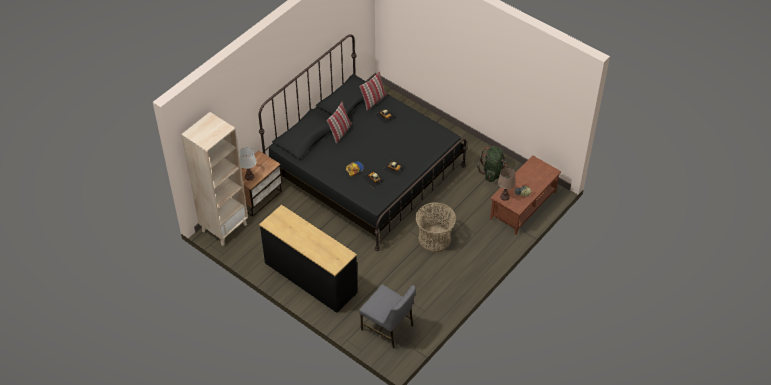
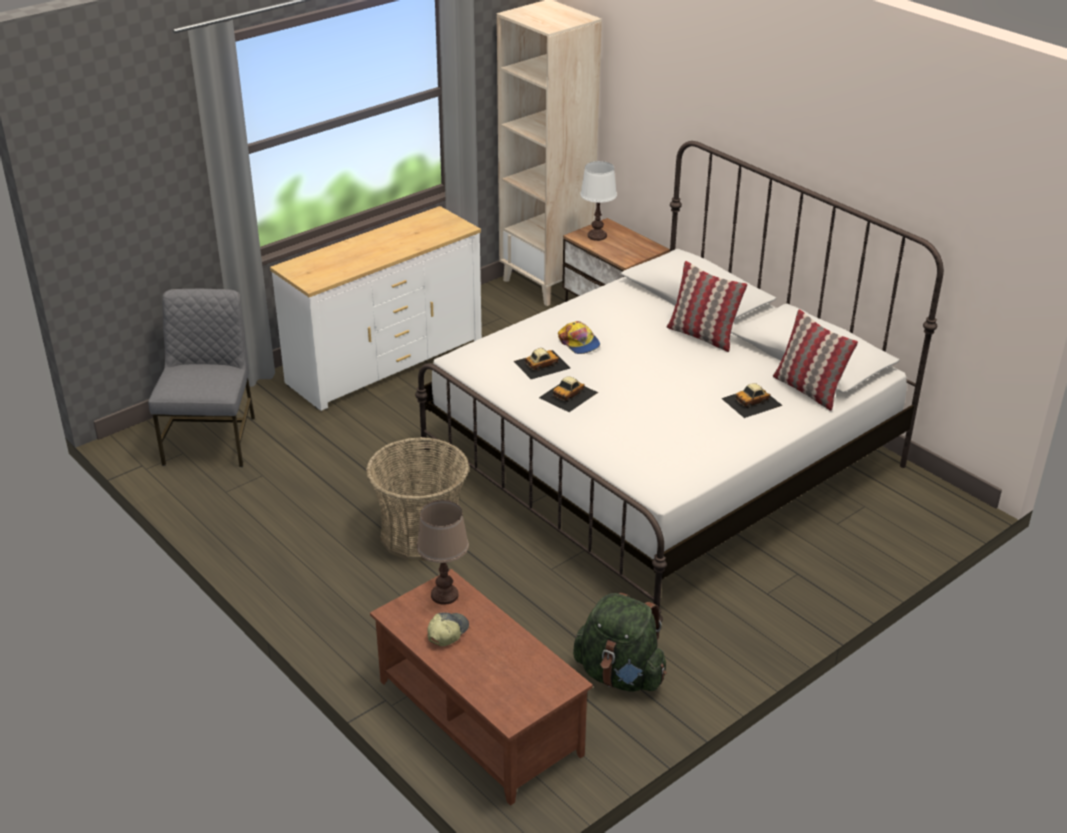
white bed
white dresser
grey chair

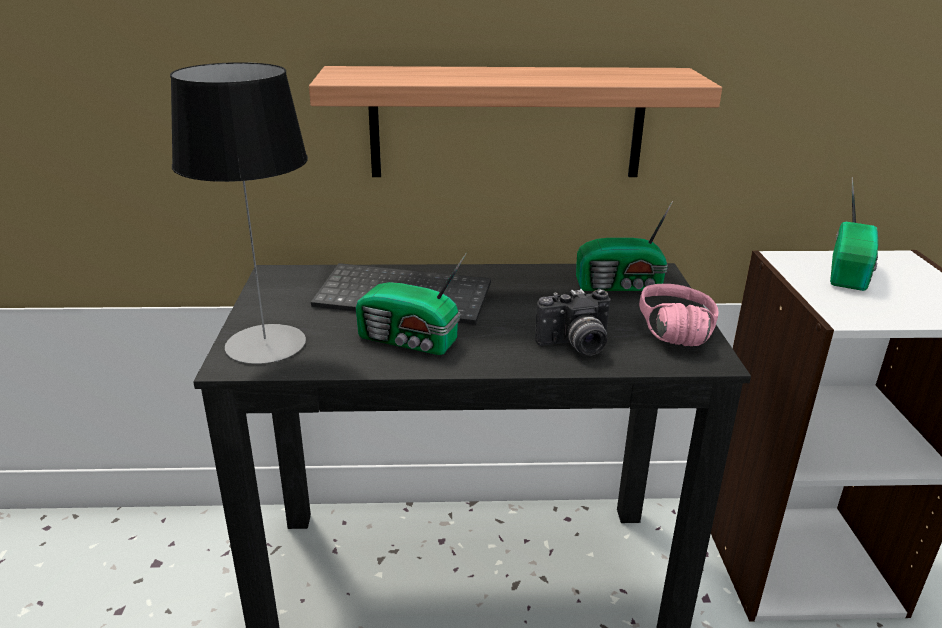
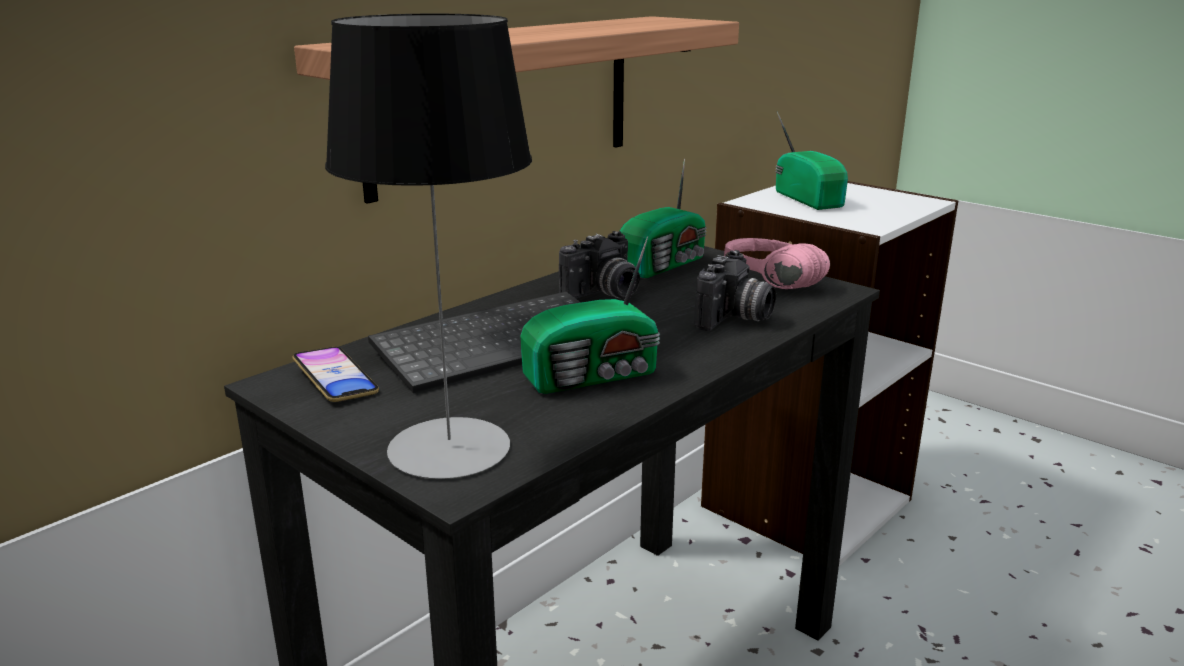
phone
photo camera (1st from left)

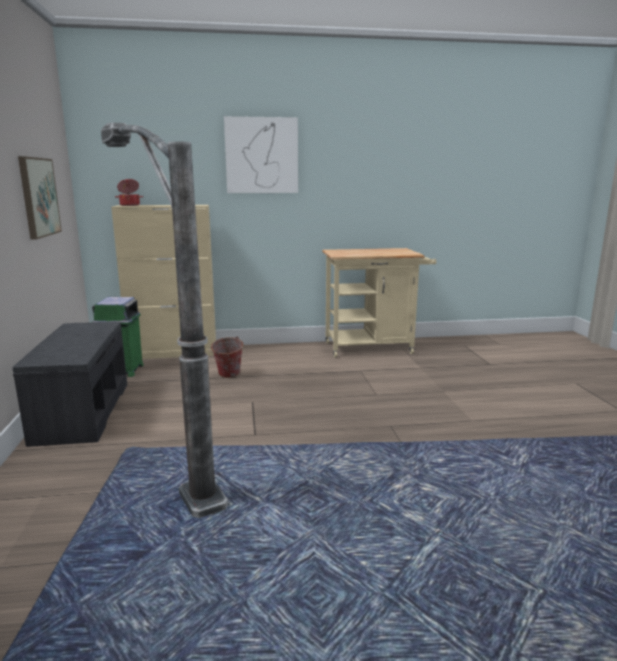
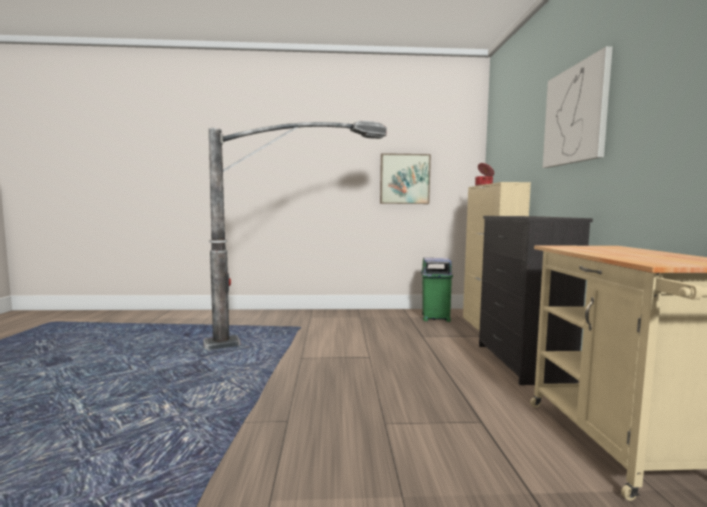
grey bench
bucket
black dresser

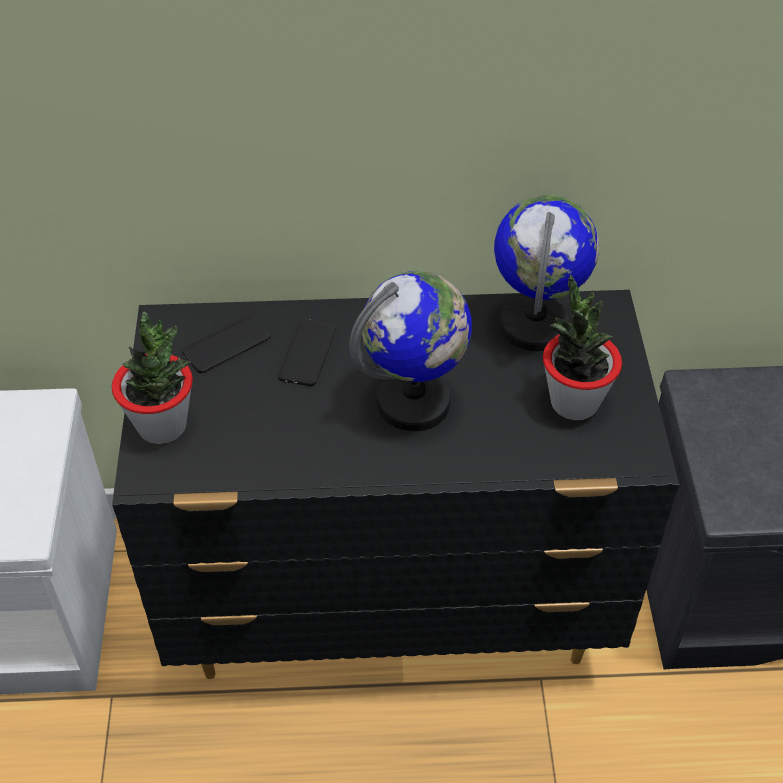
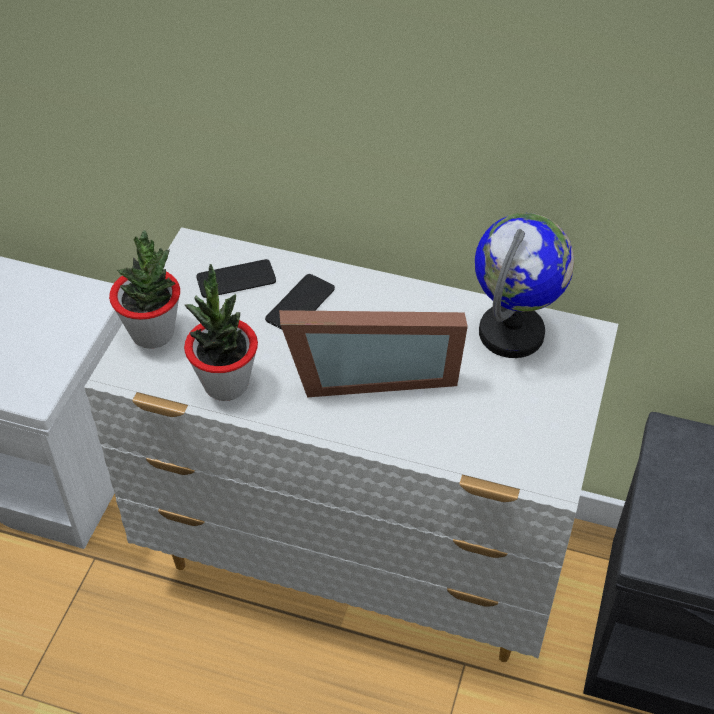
potted plant (2nd from left)
picture frame
white dresser

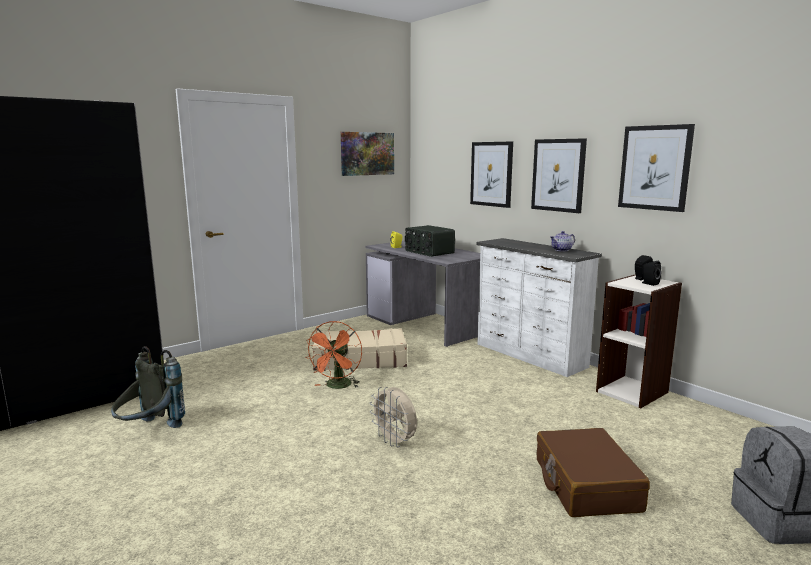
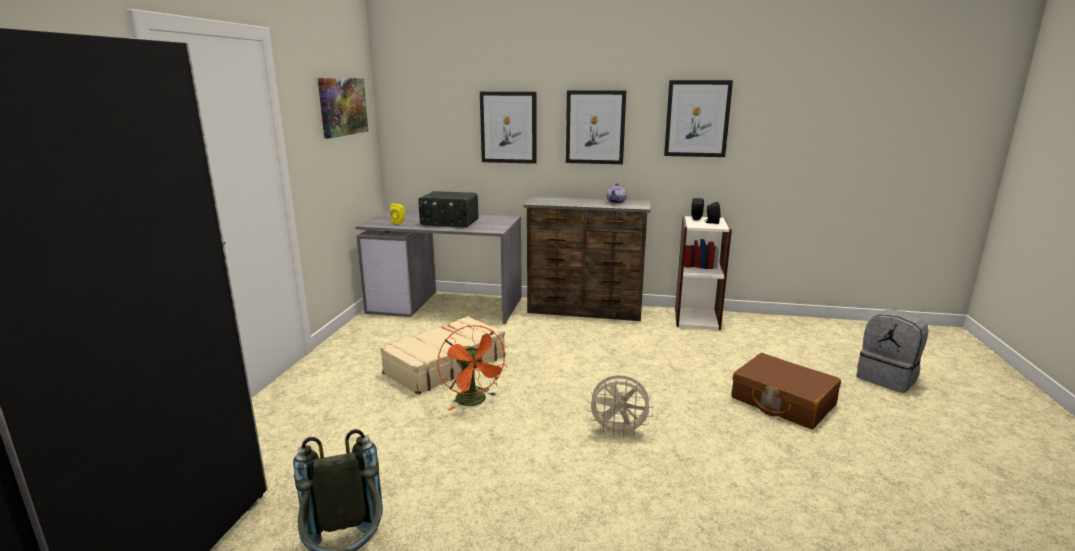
brown dresser

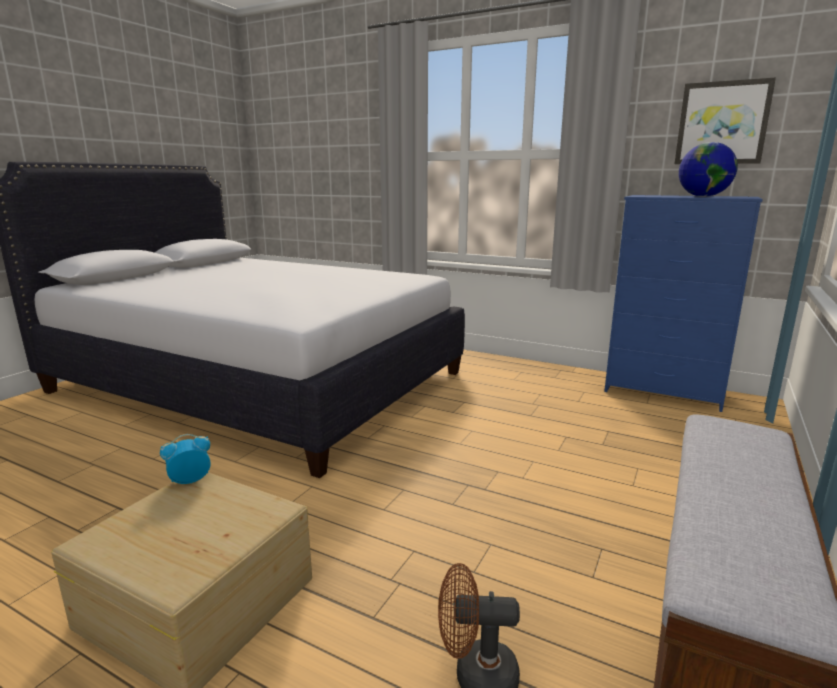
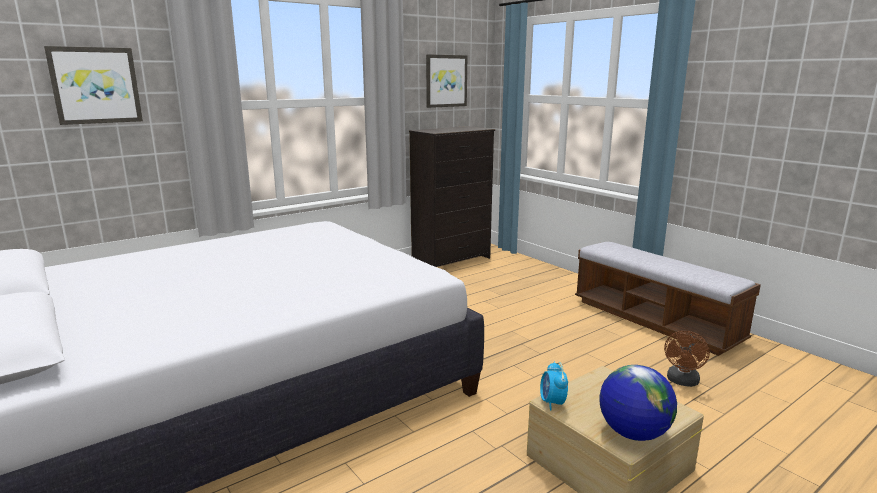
picture (1st from left)
globe
black dresser

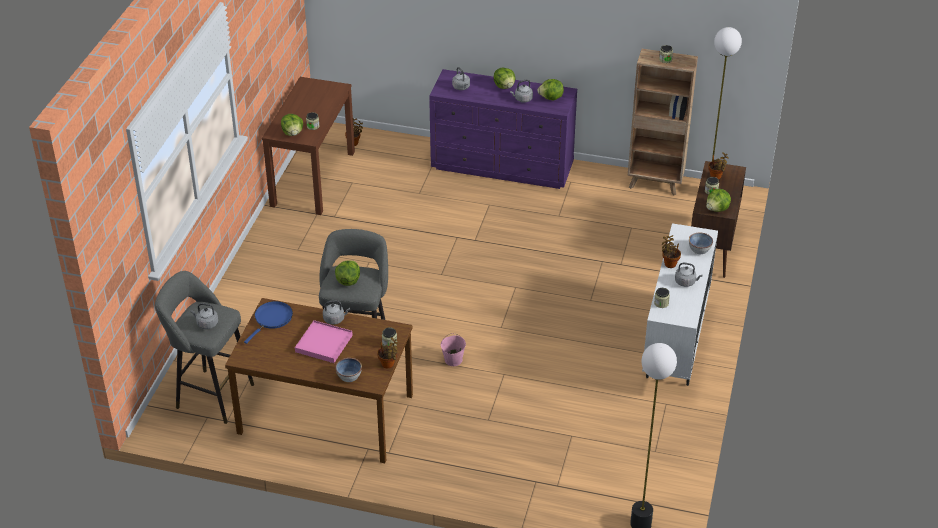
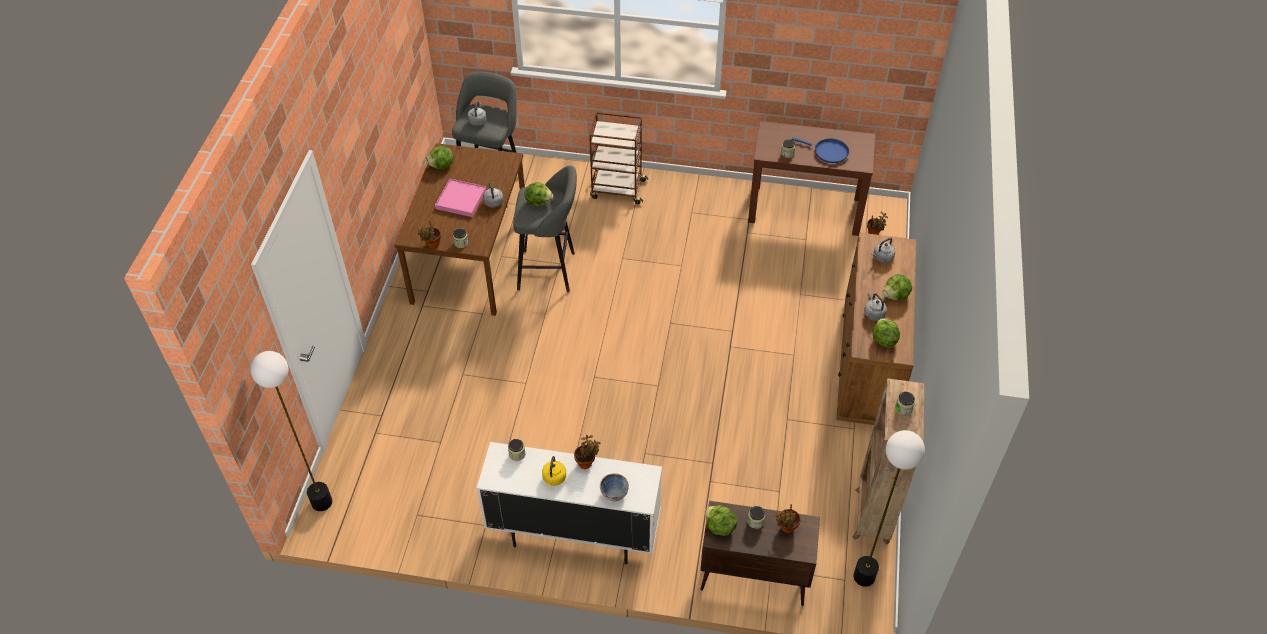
bowl (1st from left in the first image)
pink bucket
brown cart
blue frying pan
lettuce (1st from left)
brown dresser
yellow kettle

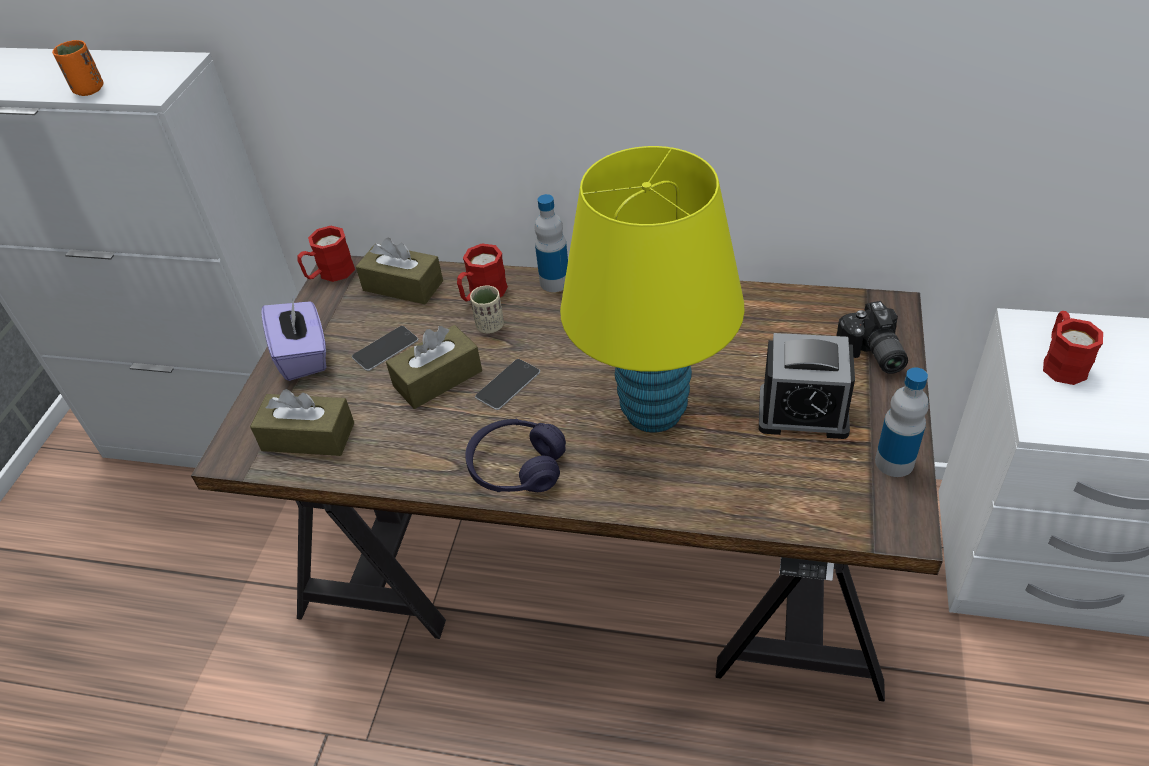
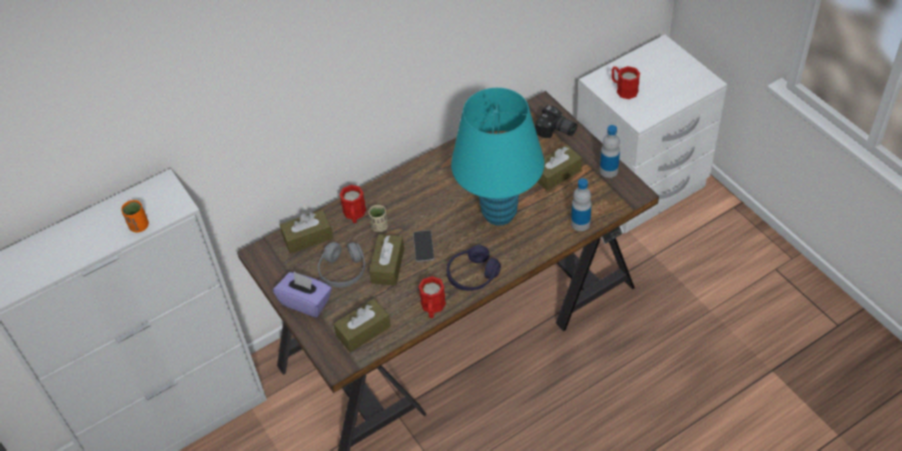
red mug (2nd from left)
bottle (1st from left)
grey headphones
brown tissue box (4th from left)
turquoise table lamp

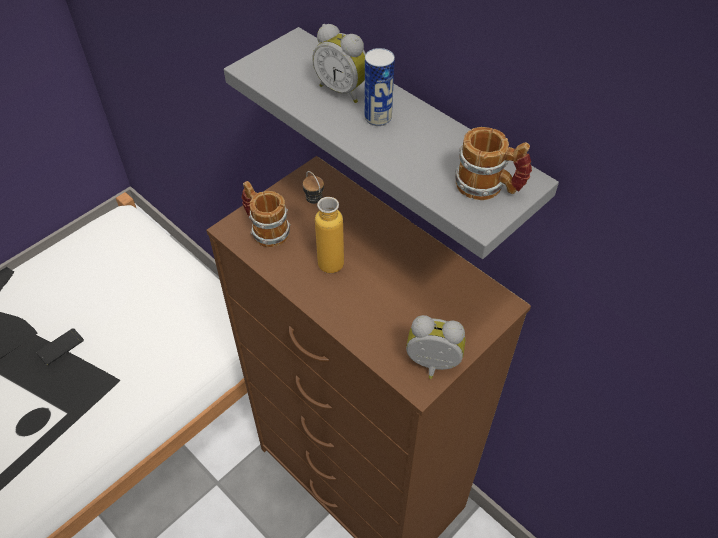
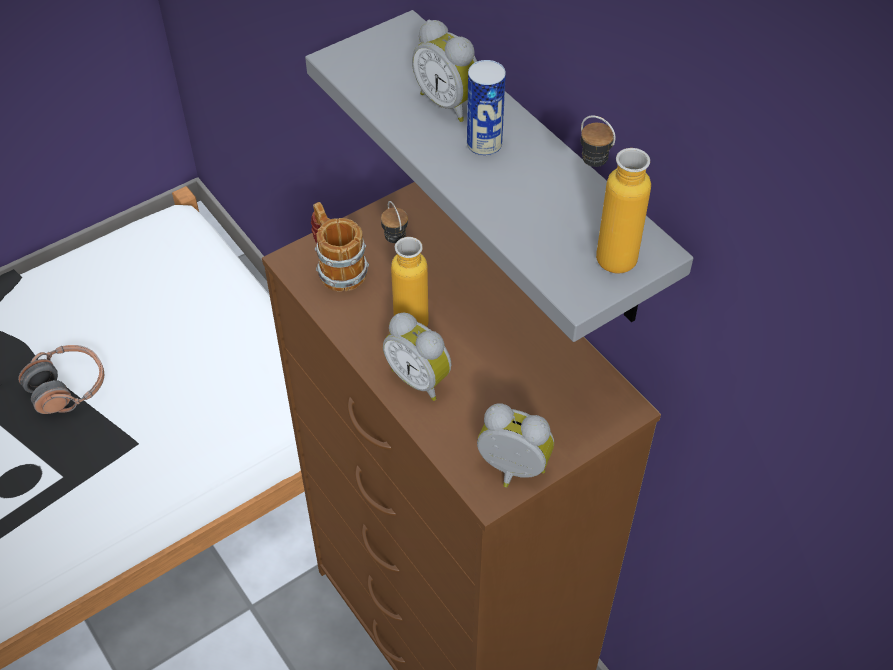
alarm clock (1st from left)
headphones
bottle (2nd from left)

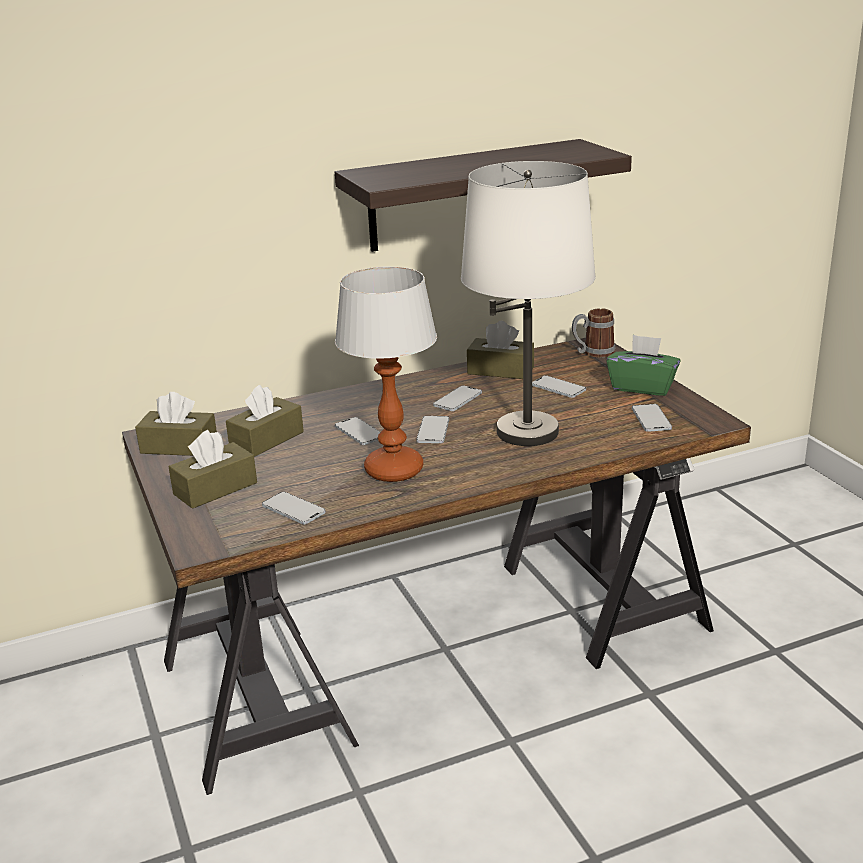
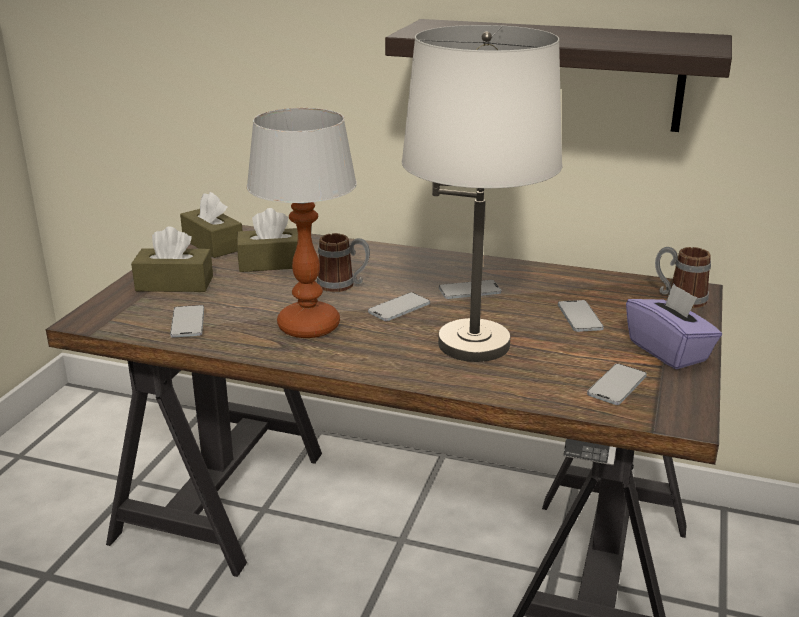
brown tissue box (4th from left in the first image)
mug (1st from left)
purple tissue box

